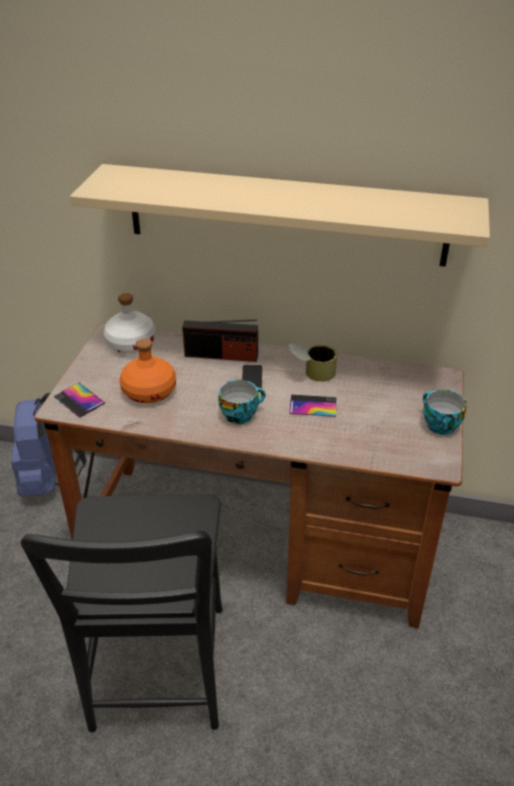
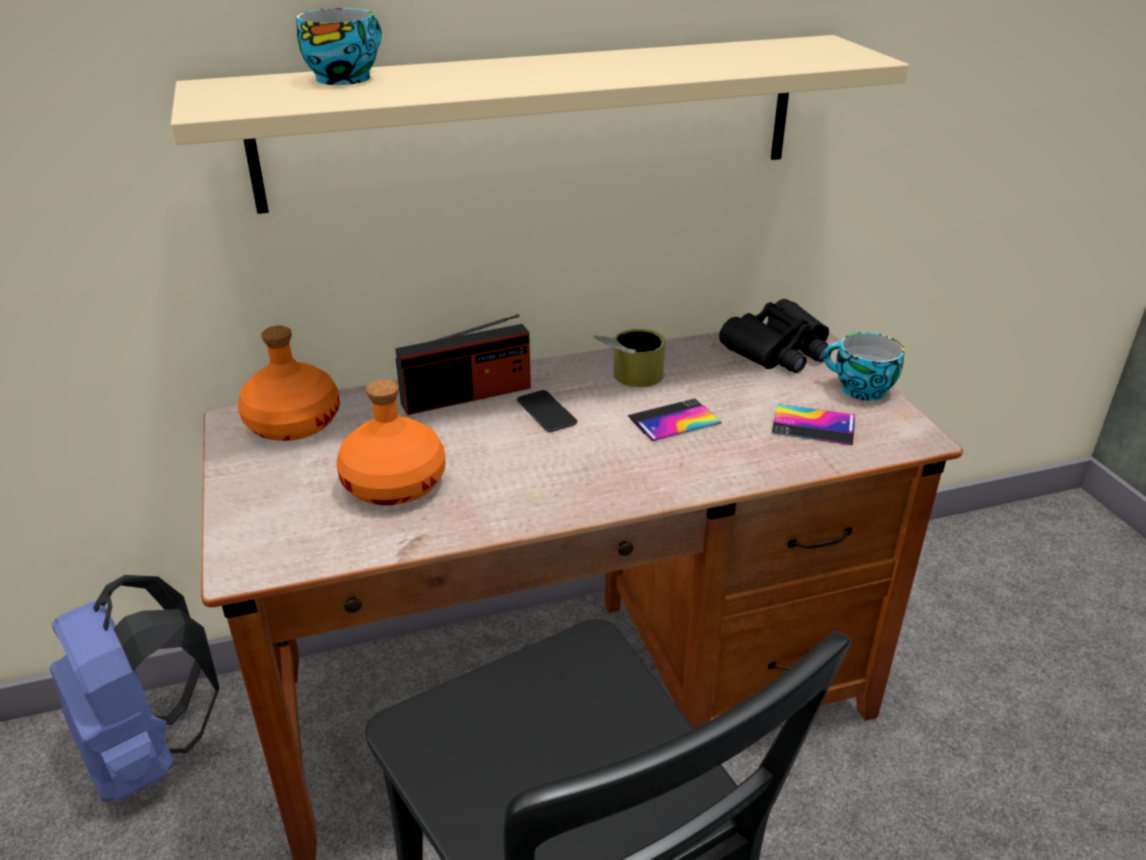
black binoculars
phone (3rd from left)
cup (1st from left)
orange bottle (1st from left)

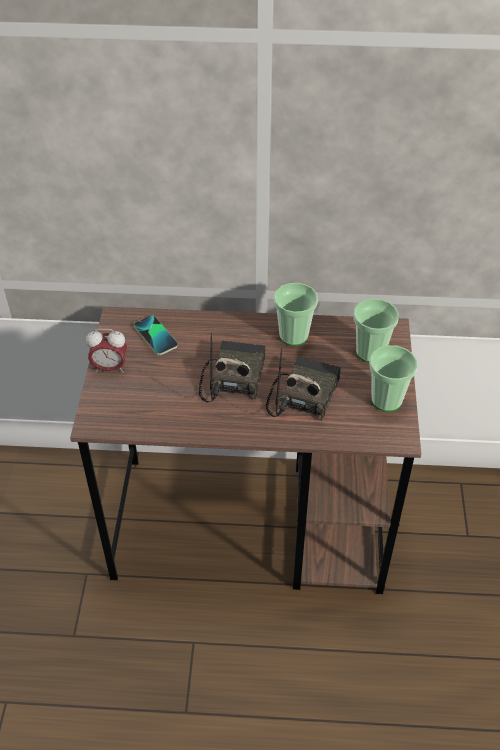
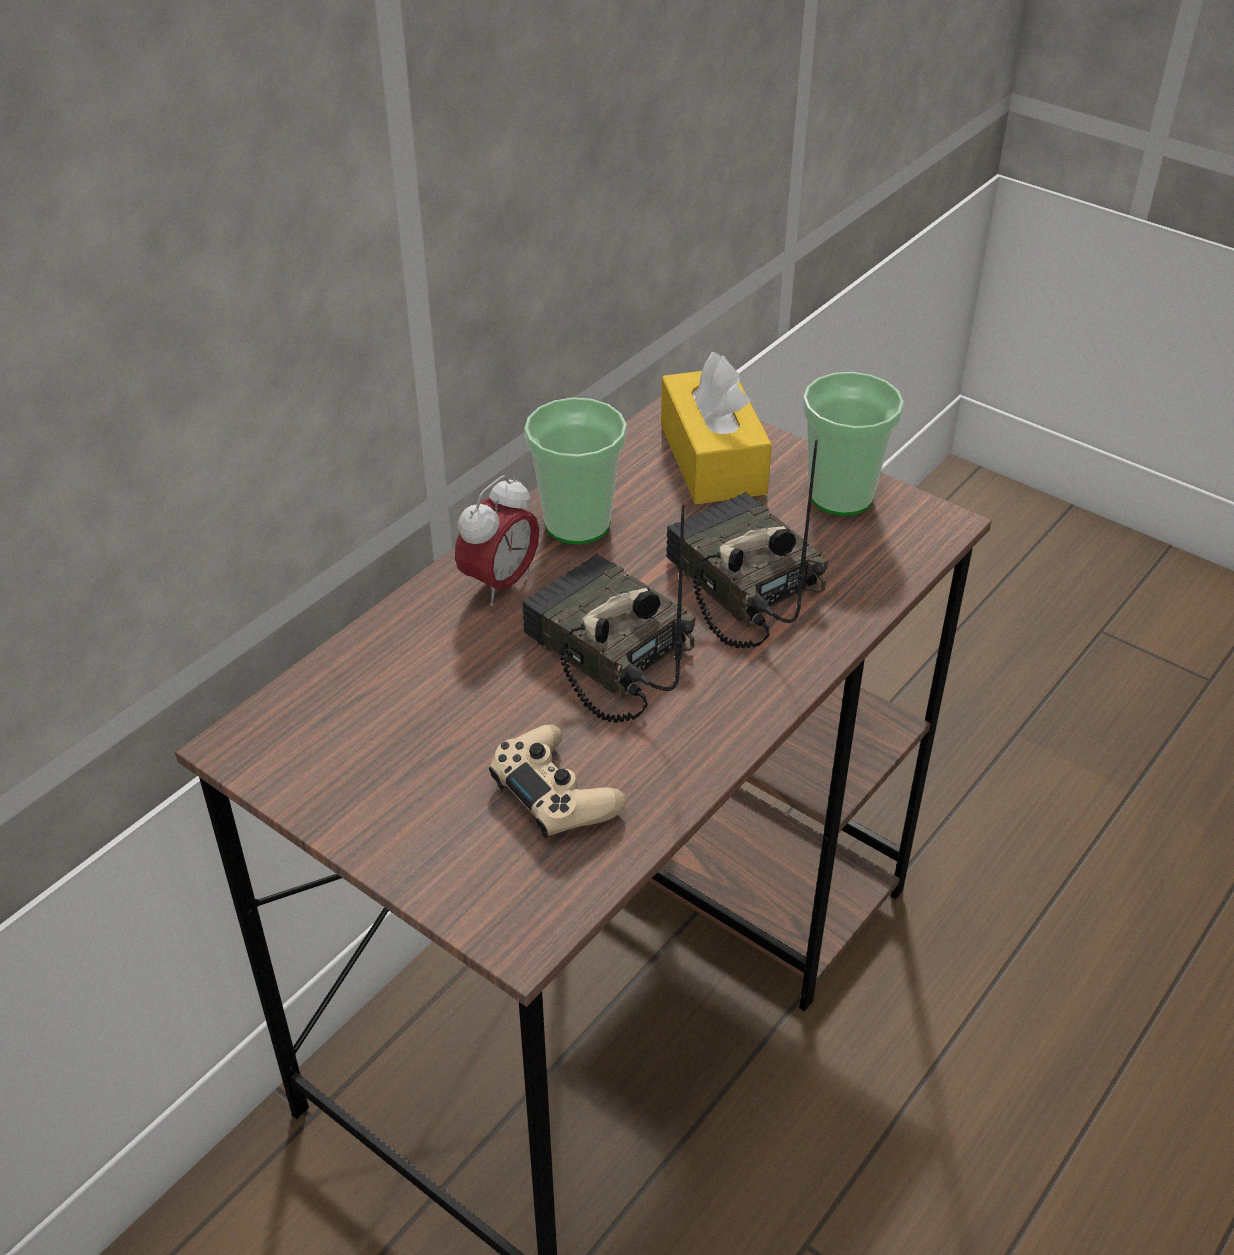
phone
beige game controller
alarm clock
yellow tissue box

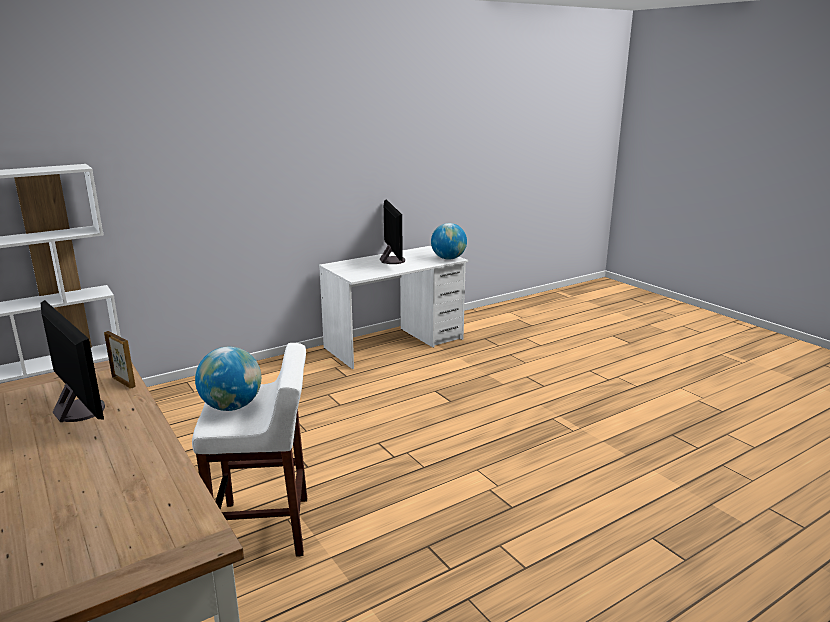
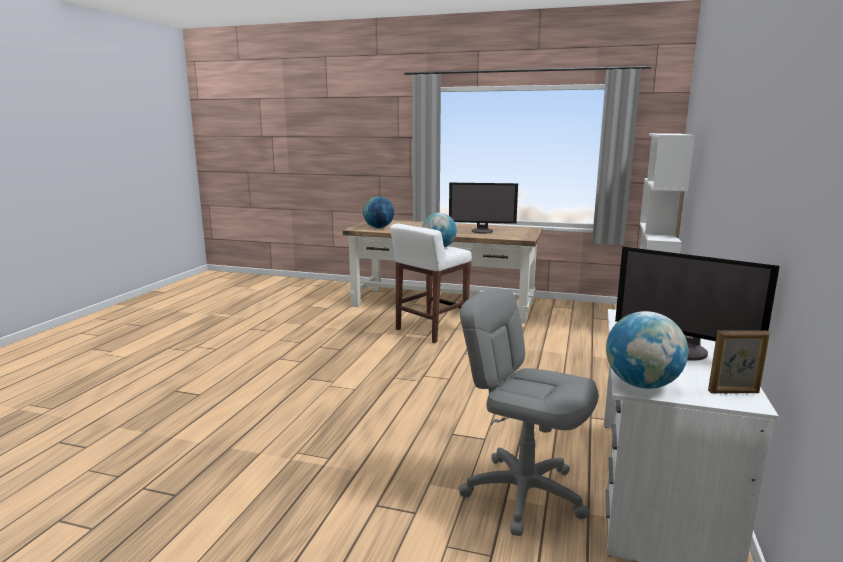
globe (1st from left)
grey office chair
picture frame

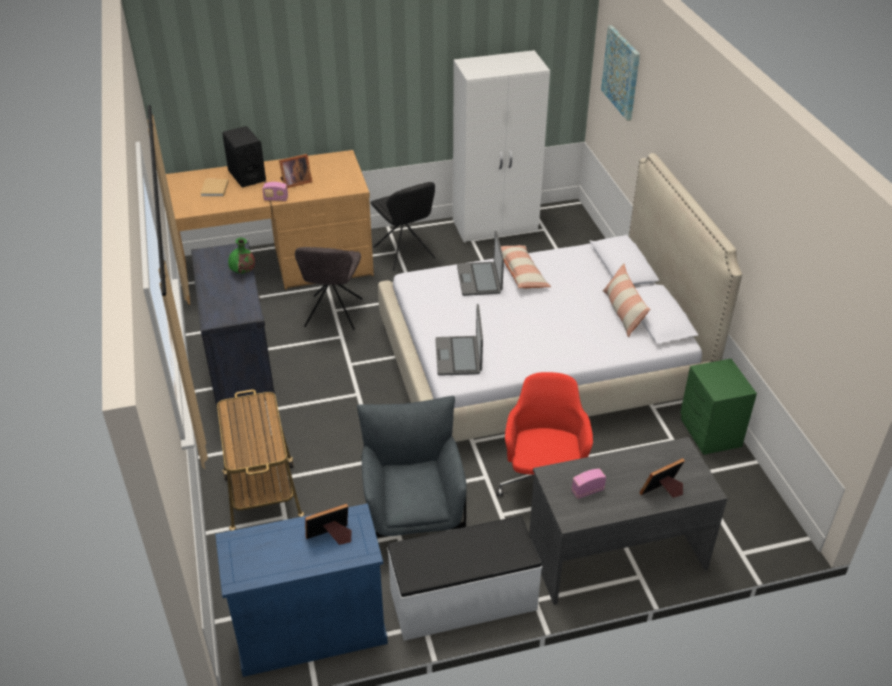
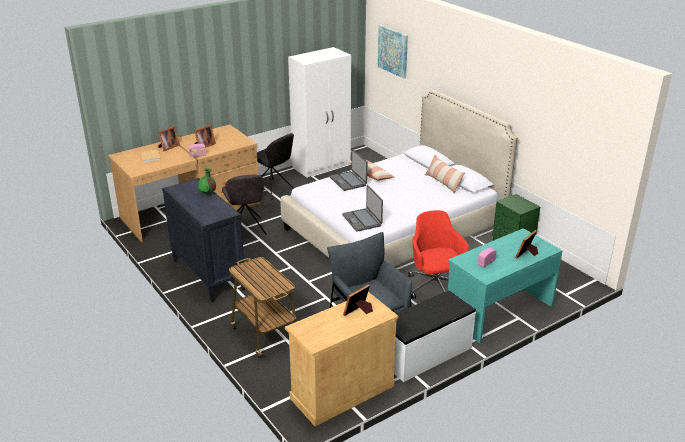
picture frame (1st from left)
beige cabinet
turquoise desk

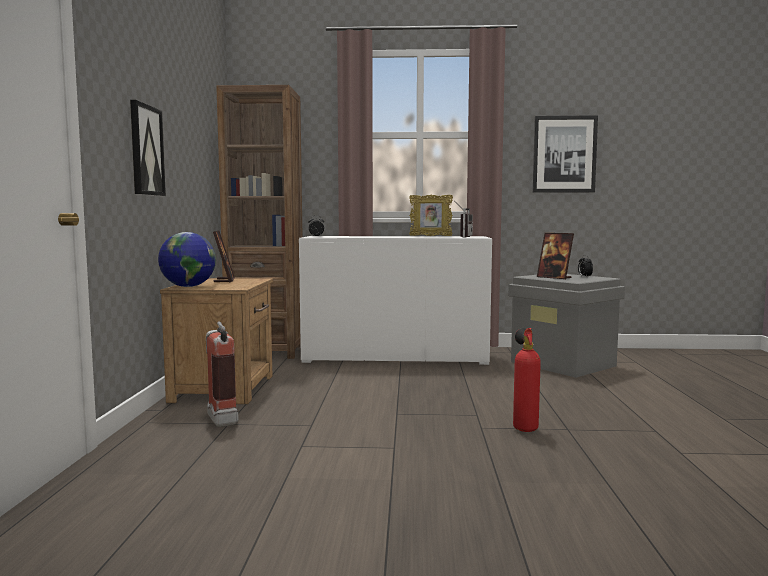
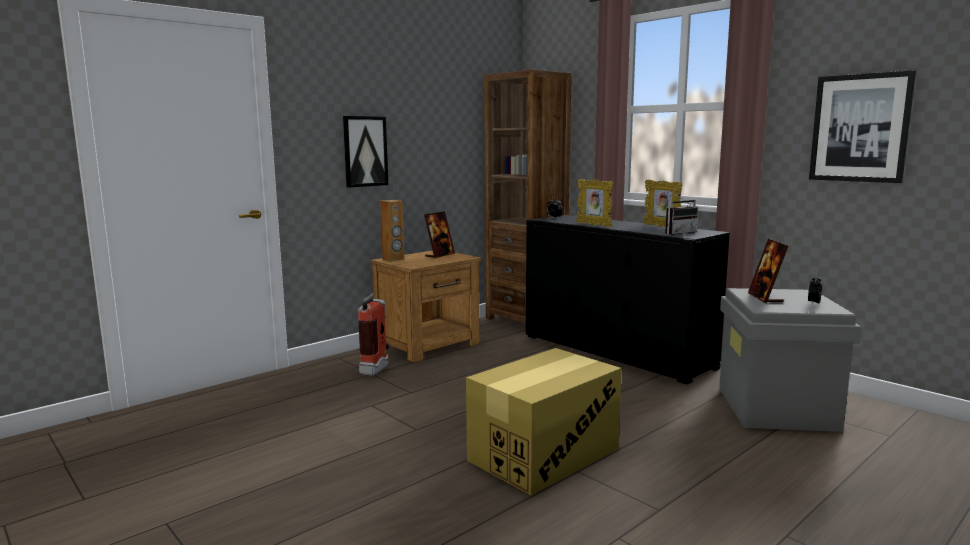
picture frame (2nd from left)
brown speaker
cardboard box
black cabinet

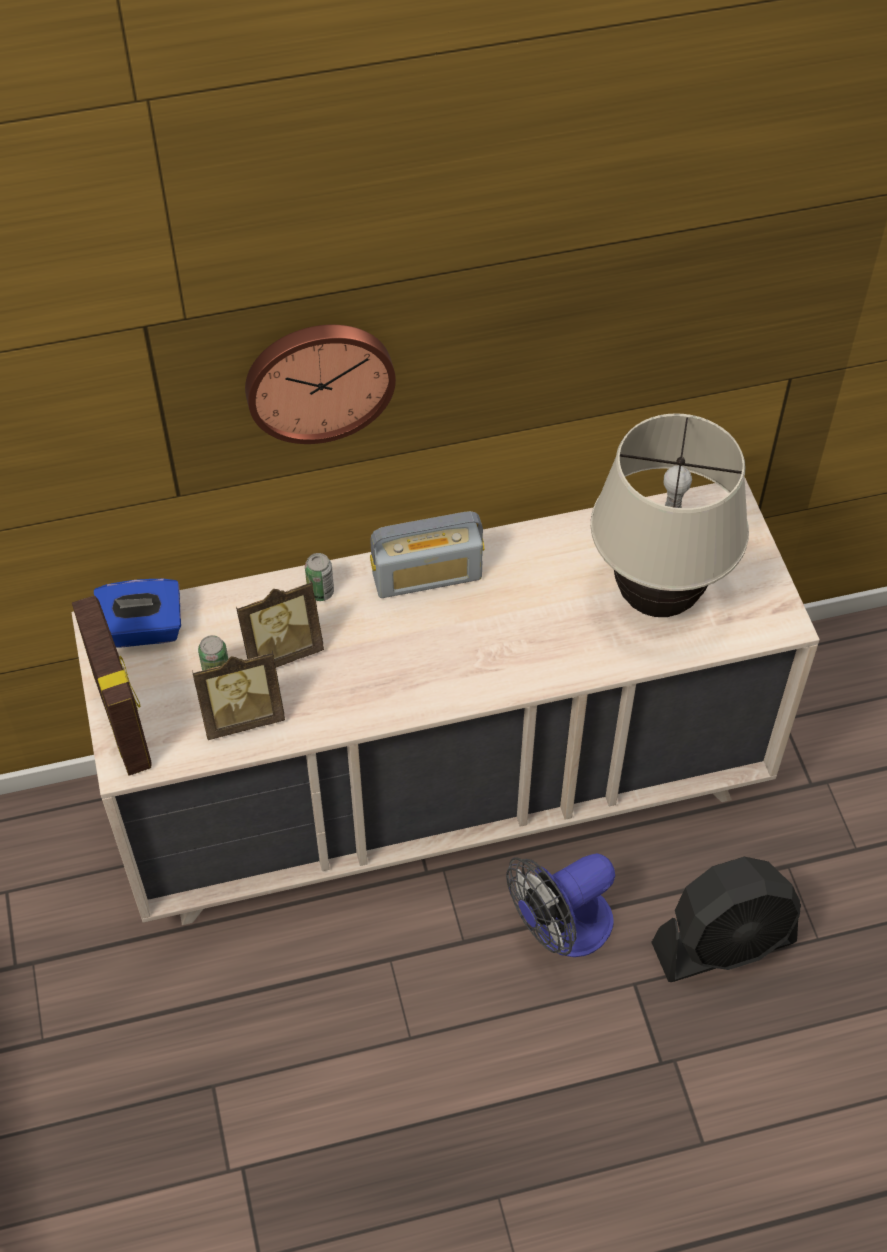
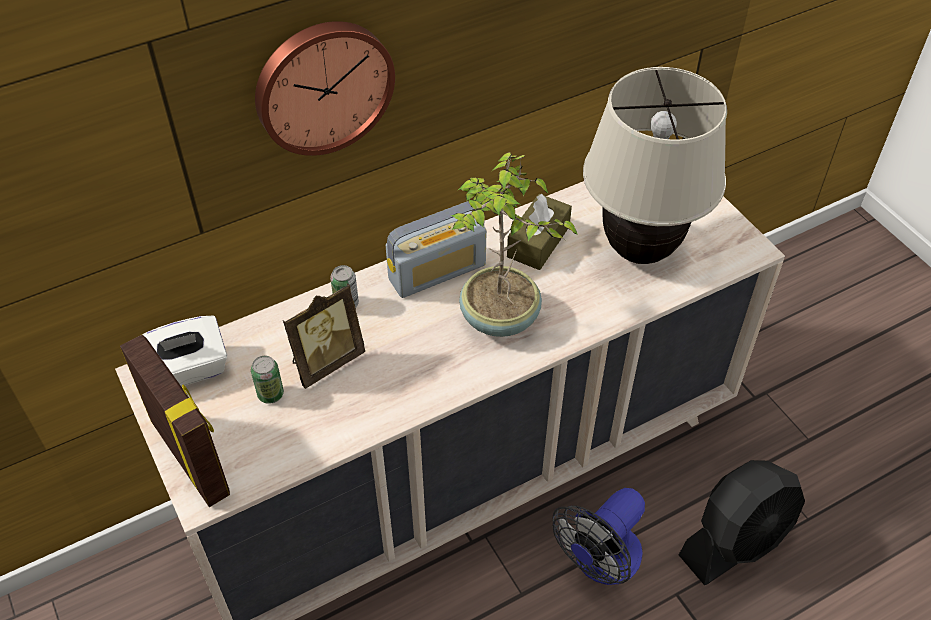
picture frame (2nd from left in the first image)
potted plant
brown tissue box
white tissue box

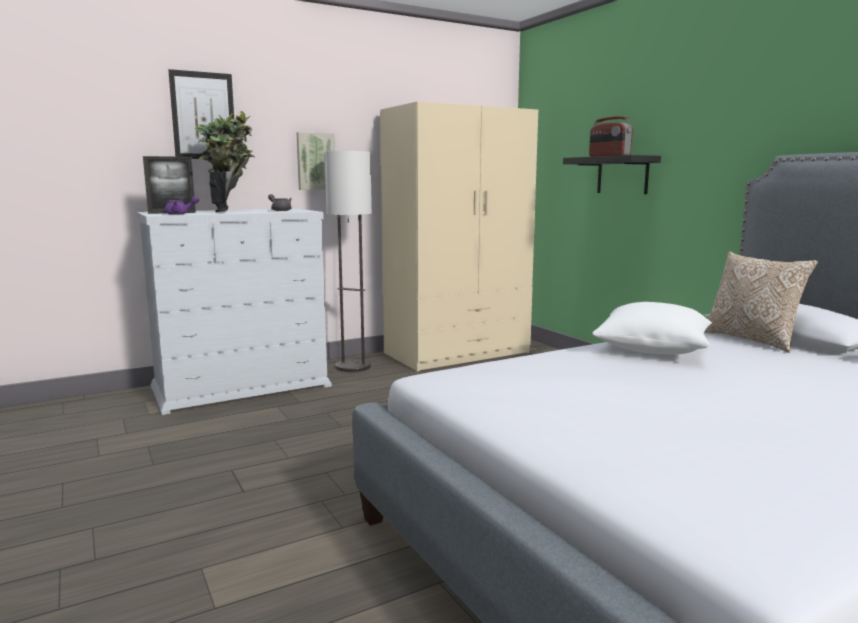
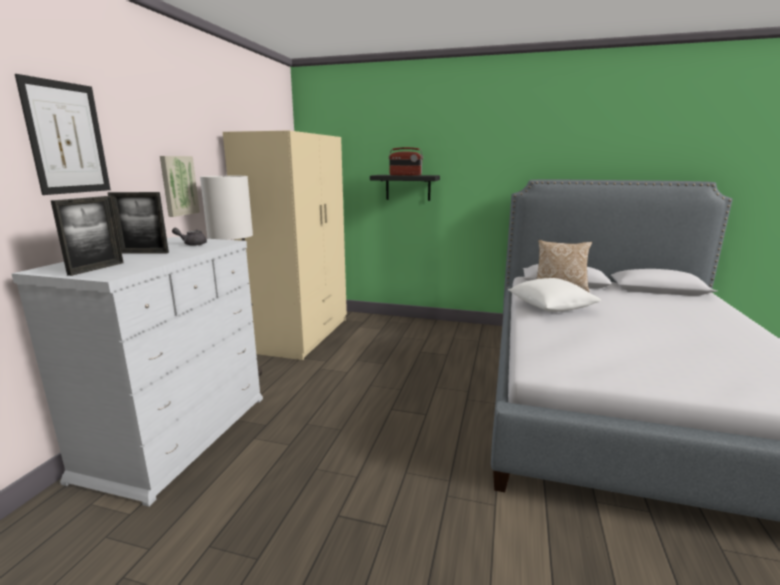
purple teapot
picture frame (2nd from left)

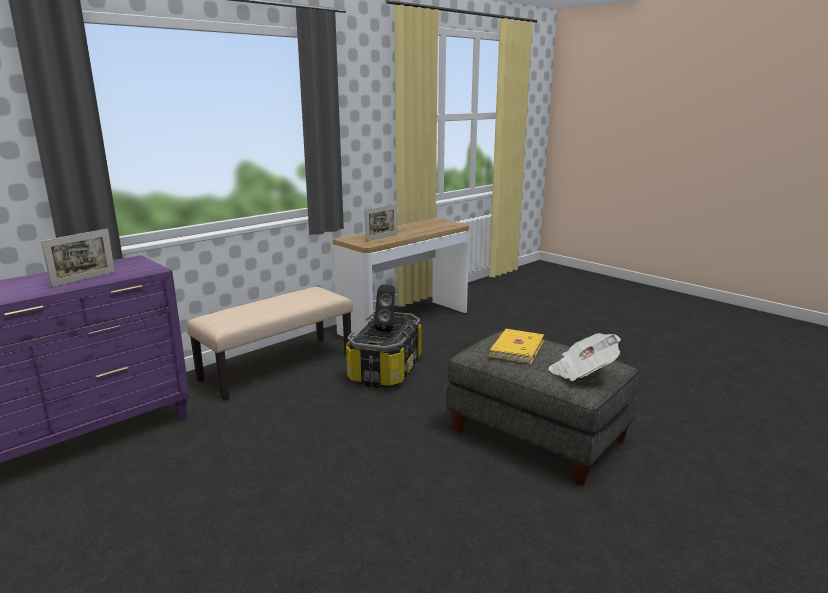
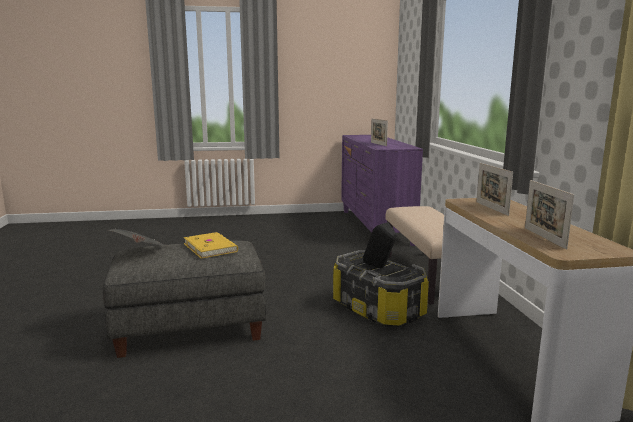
picture frame (3rd from left)

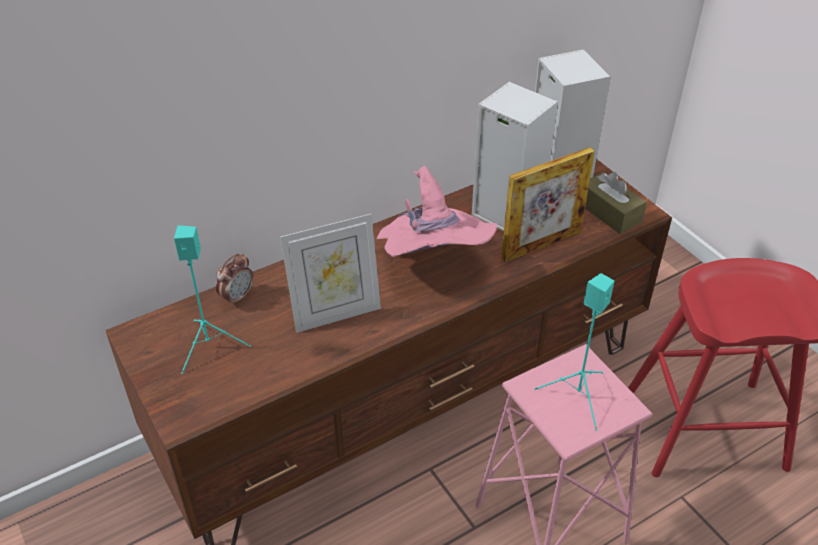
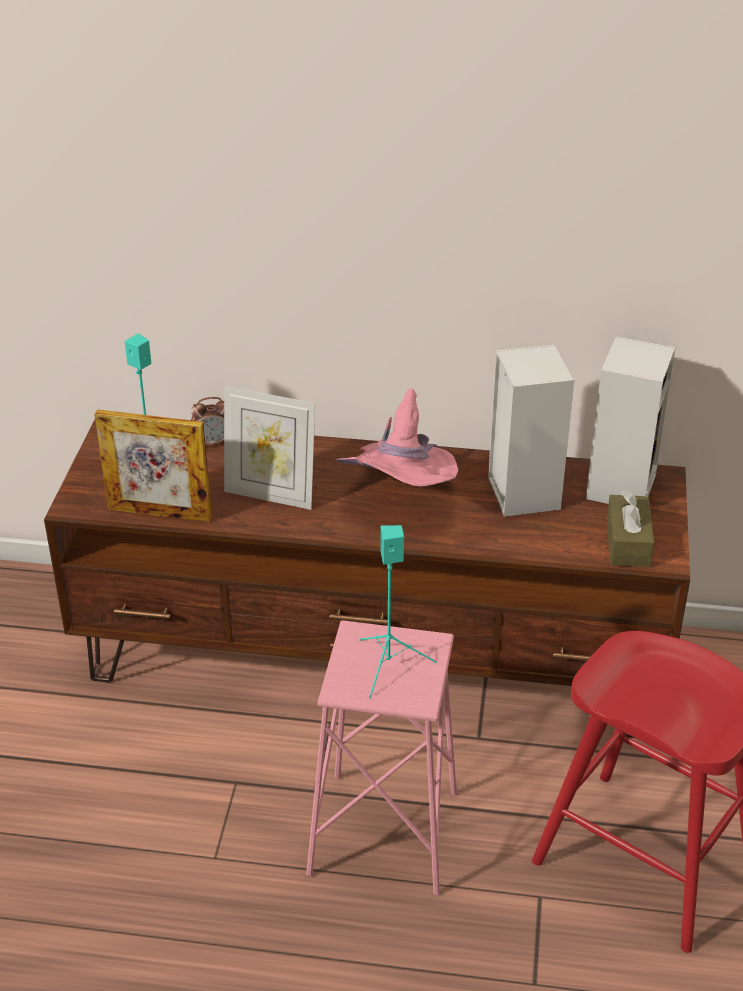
picture frame (1st from left)

